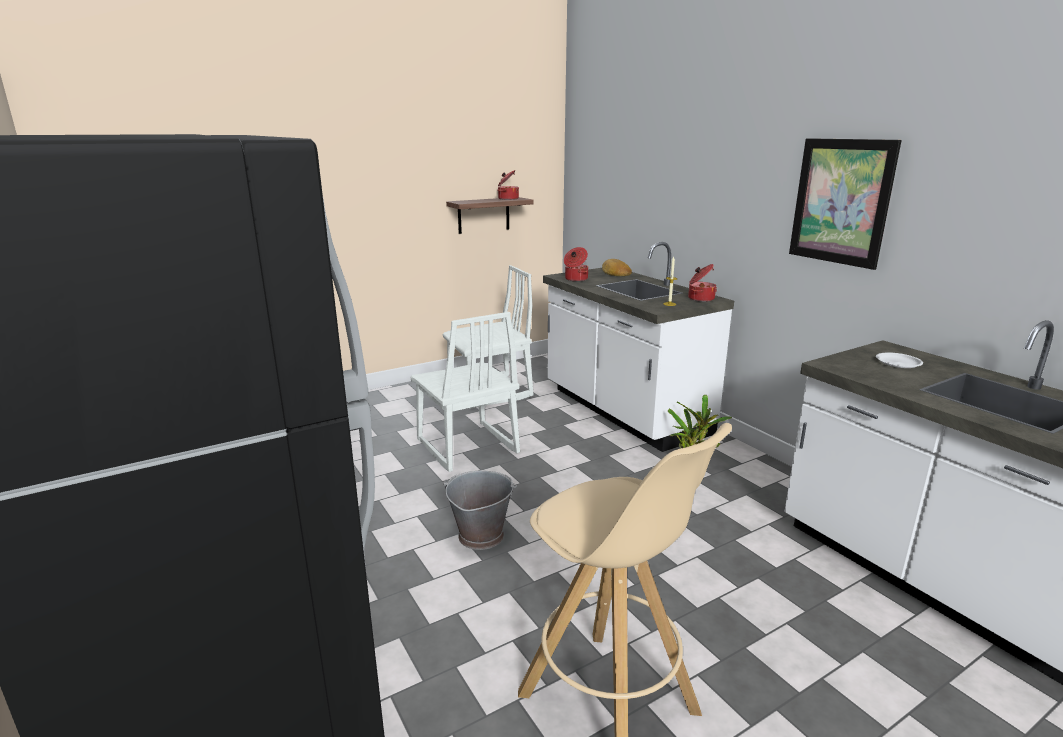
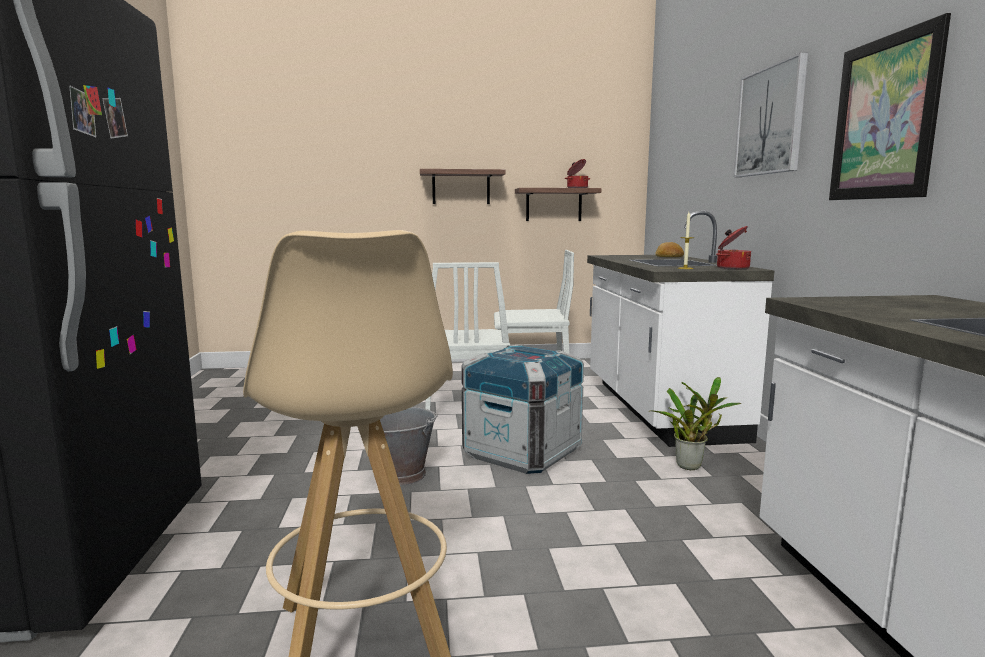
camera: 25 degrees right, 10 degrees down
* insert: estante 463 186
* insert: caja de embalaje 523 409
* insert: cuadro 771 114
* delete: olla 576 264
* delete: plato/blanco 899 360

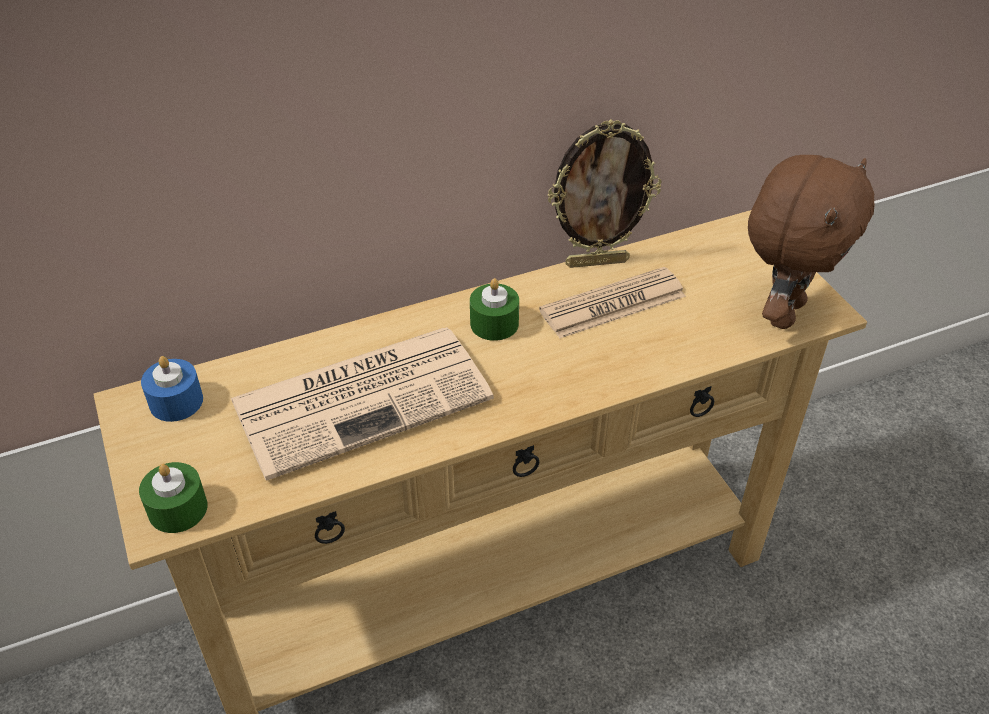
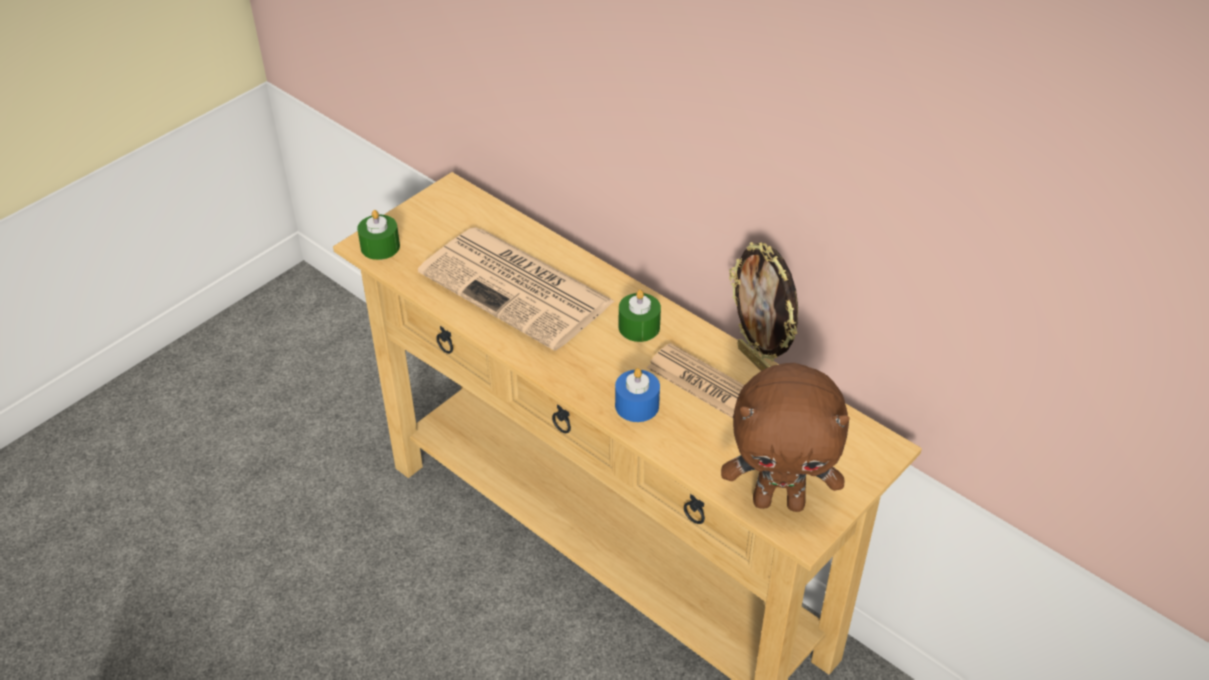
camera: 65 degrees right, 0 degrees up
* move: vela/azul 172 389 to 637 395

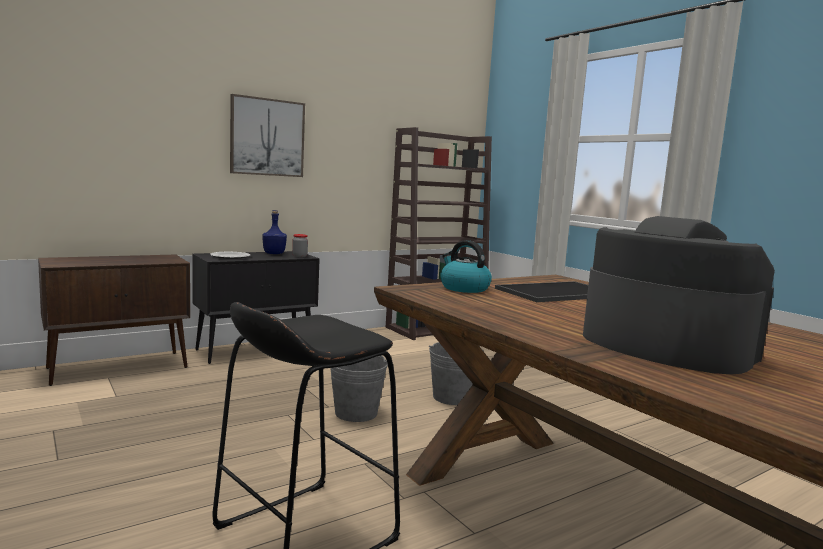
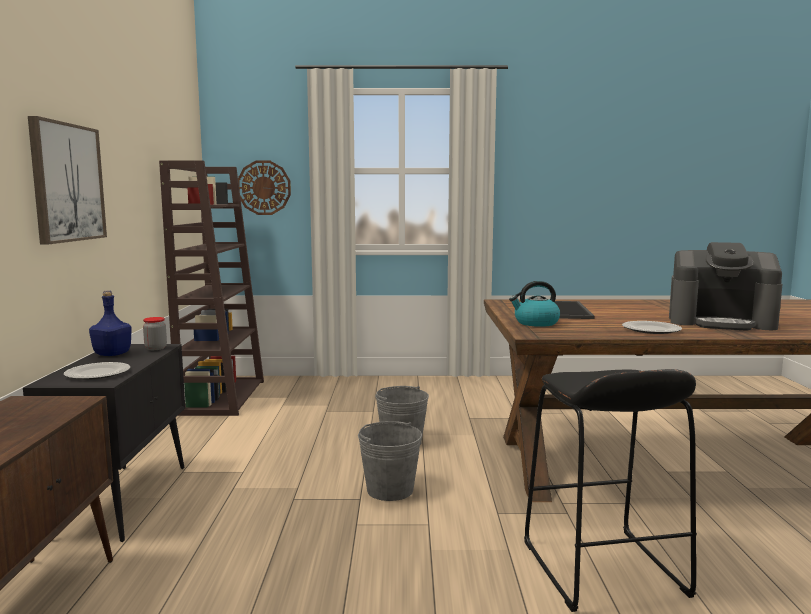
camera: 55 degrees left, 0 degrees up
* insert: reloj de pared 264 187
* insert: plato 652 327
* rotate: cafetera 679 295 = 726 286 150 degrees counterclockwise

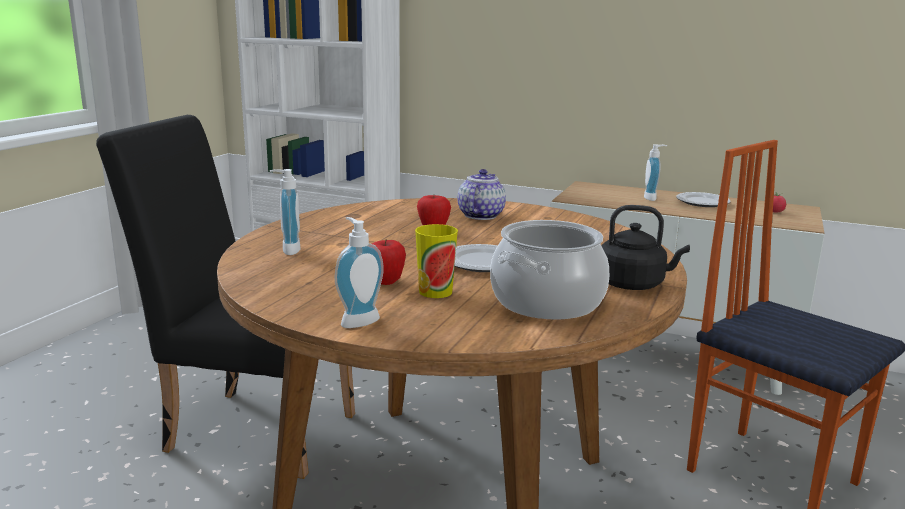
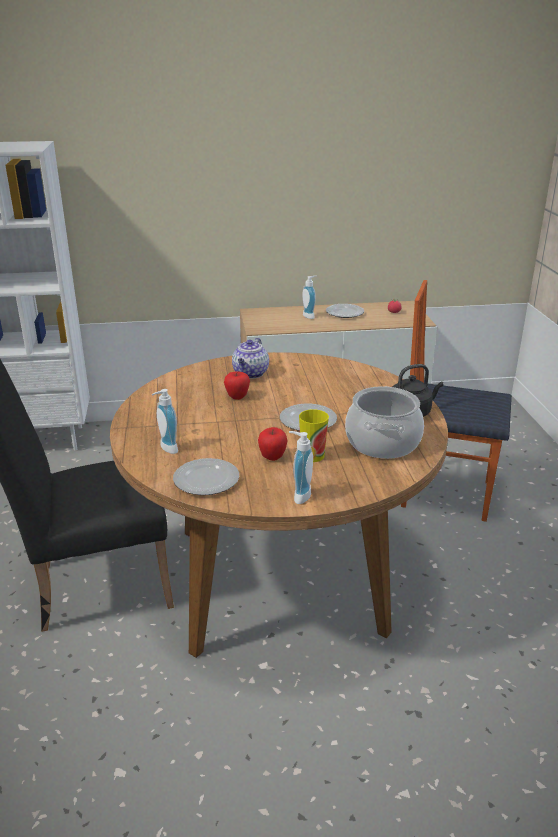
camera: 30 degrees left, 10 degrees up
* insert: plato 206 476
* rotate: tetera 481 194 = 250 358 150 degrees counterclockwise

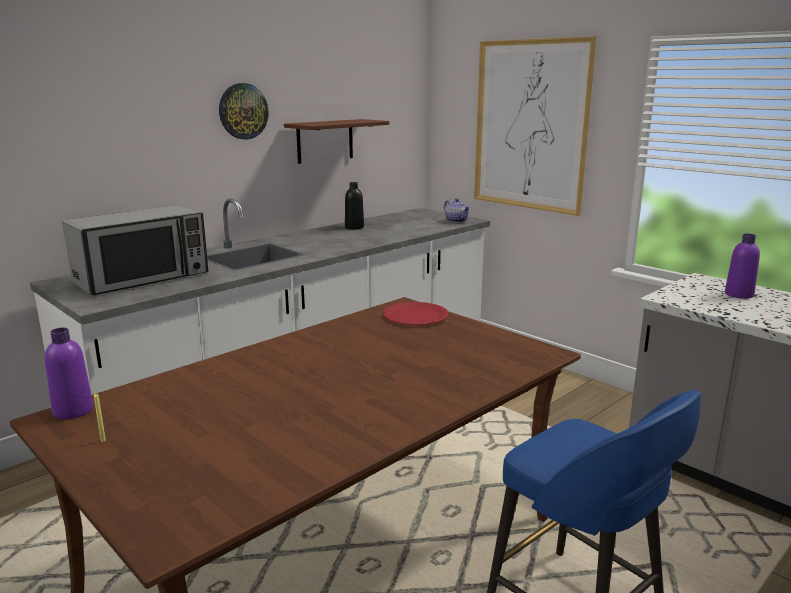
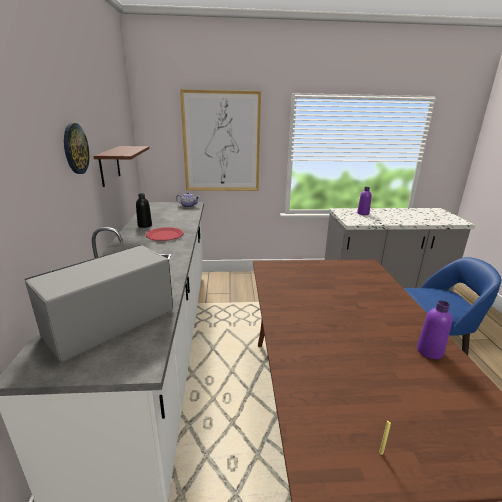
camera: 50 degrees left, 5 degrees up
* rotate: microondas 135 250 = 99 303 135 degrees counterclockwise
* move: plato/rojo 416 313 to 165 234
* move: botella/morado 69 373 to 434 329

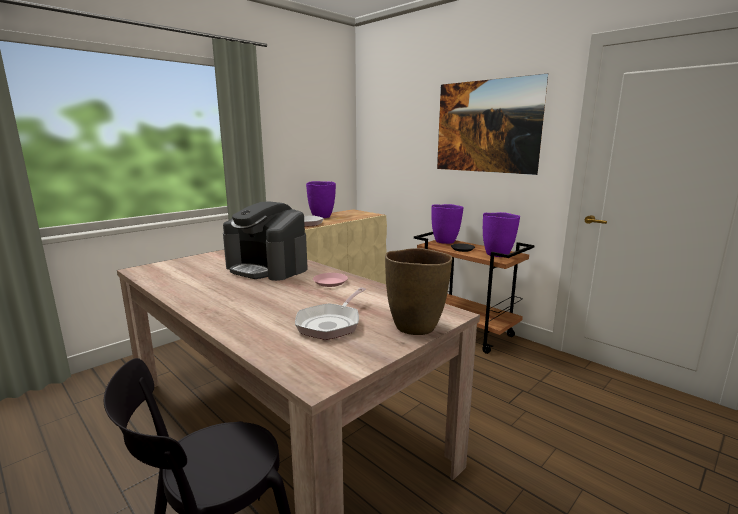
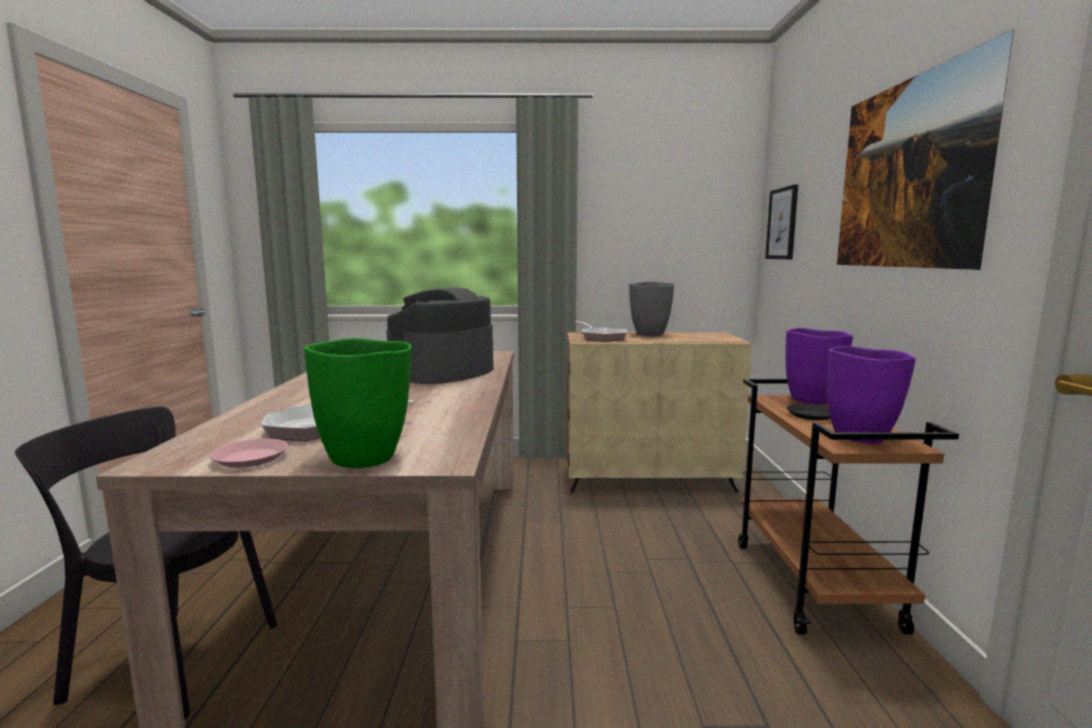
camera: 45 degrees right, 5 degrees down
* move: plato/rosa 330 280 to 248 453
* recolor: florero/marrón 418 291 to florero/verde 358 403
* rotate: cafetera 265 241 = 440 335 45 degrees clockwise
* recolor: florero/morado 321 199 to florero/gris 651 309
* insert: cuadro 781 221

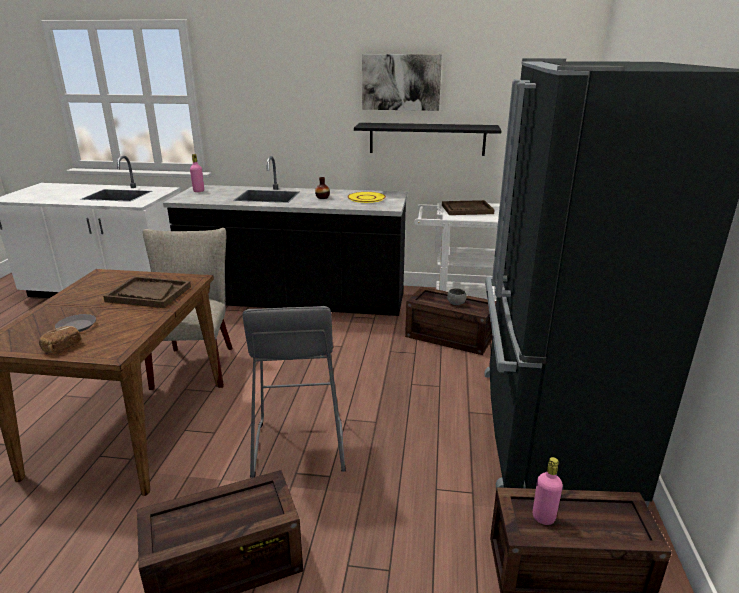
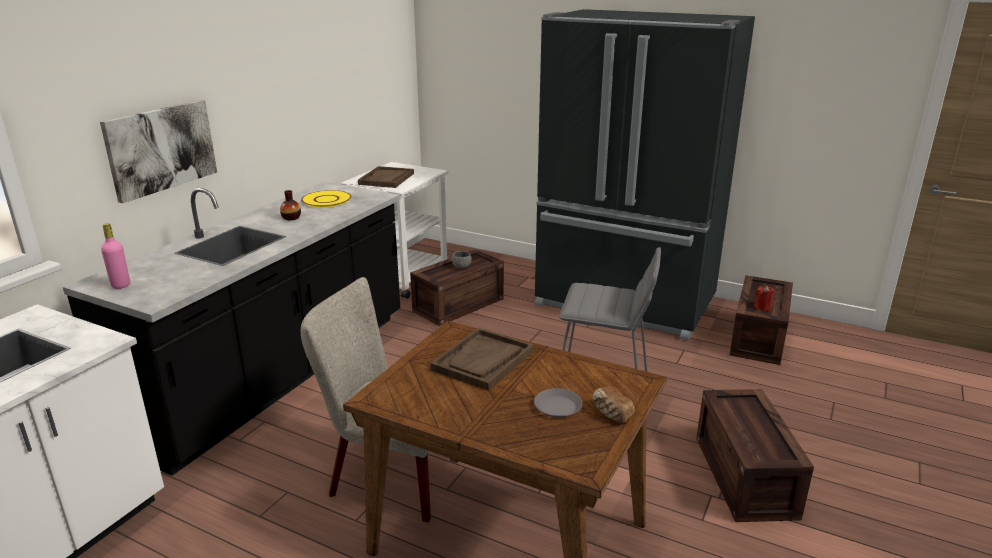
camera: 70 degrees left, 0 degrees up
* move: cuadro 402 82 to 158 151
* replace: botella/rosa 548 491 to vela/rojo 764 298
* delete: estante/negro 428 139

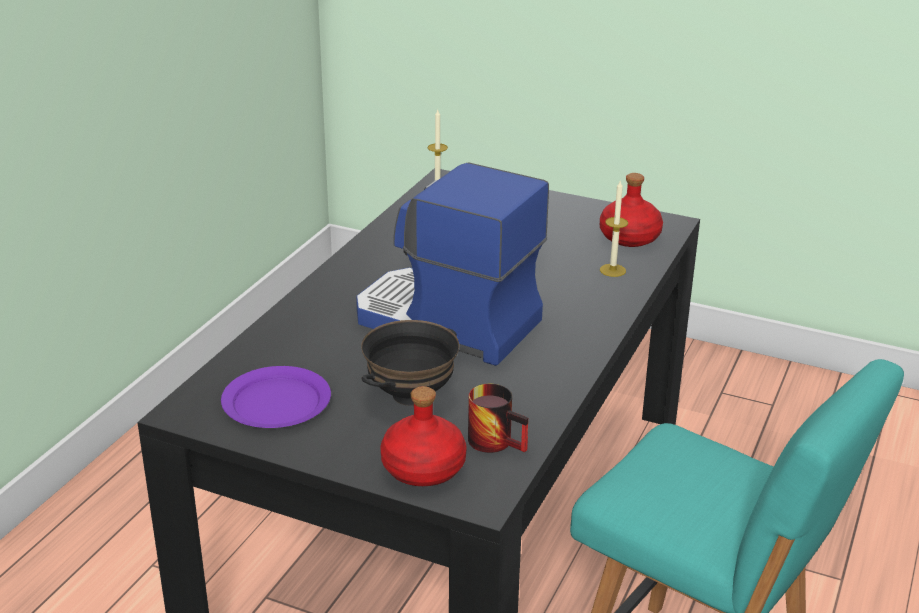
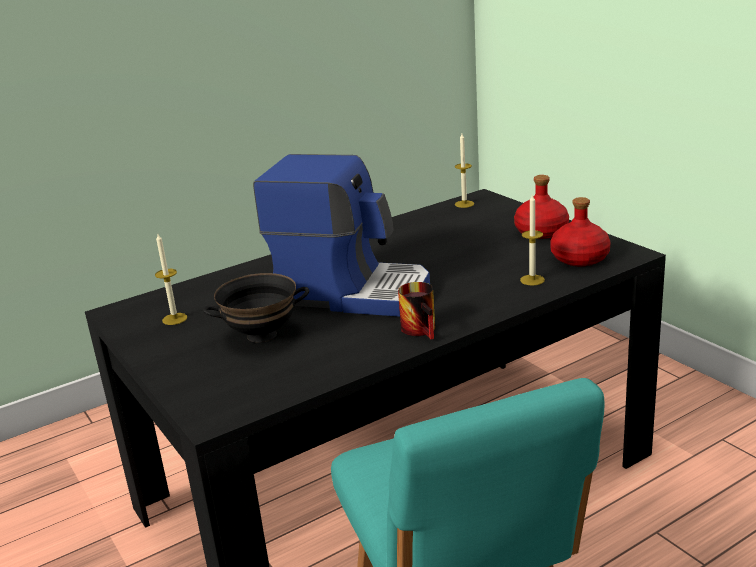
camera: 35 degrees right, 5 degrees down
* replace: plato/morado 276 397 to vela 171 279
* rotate: cafetera 452 264 = 341 235 135 degrees clockwise
* move: taza grande 498 418 to 416 310
* move: botella/rojo 423 436 to 541 207

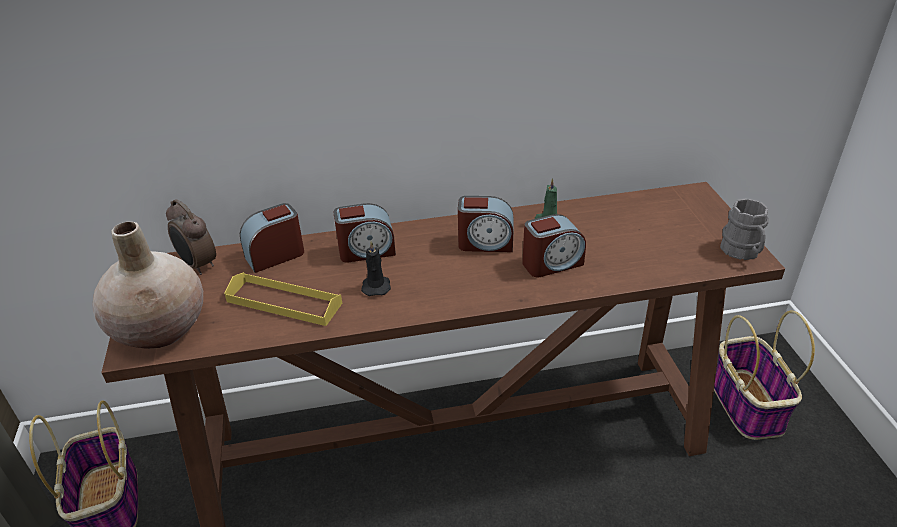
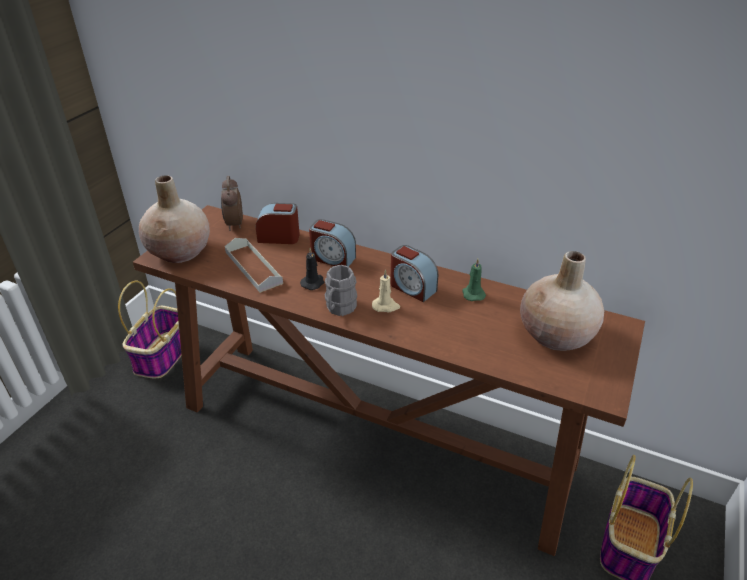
camera: 35 degrees right, 0 degrees up
* recolor: bandeja/amarillo 283 299 to bandeja/gris 254 265
* move: taza grande/gris 744 229 to 341 290
* insert: vela/beis 386 290
* insert: florero/beis 562 301
* delete: despertador 554 245

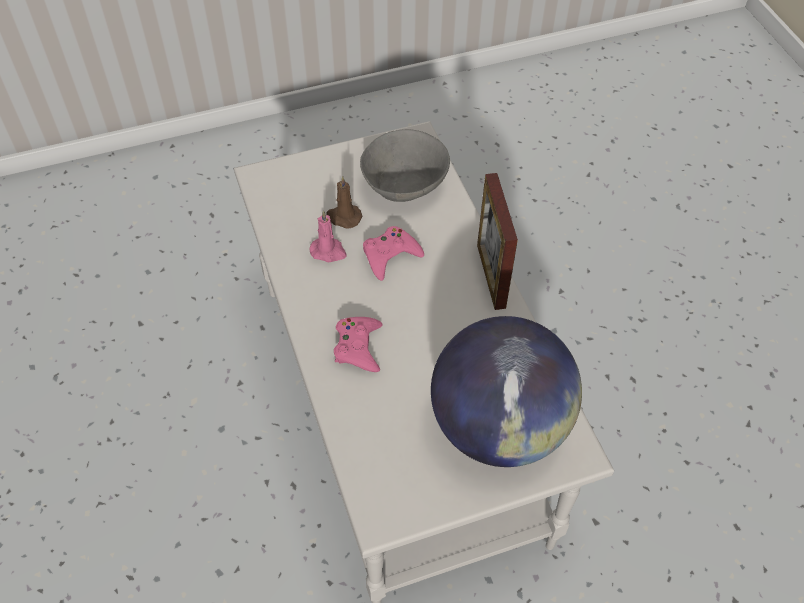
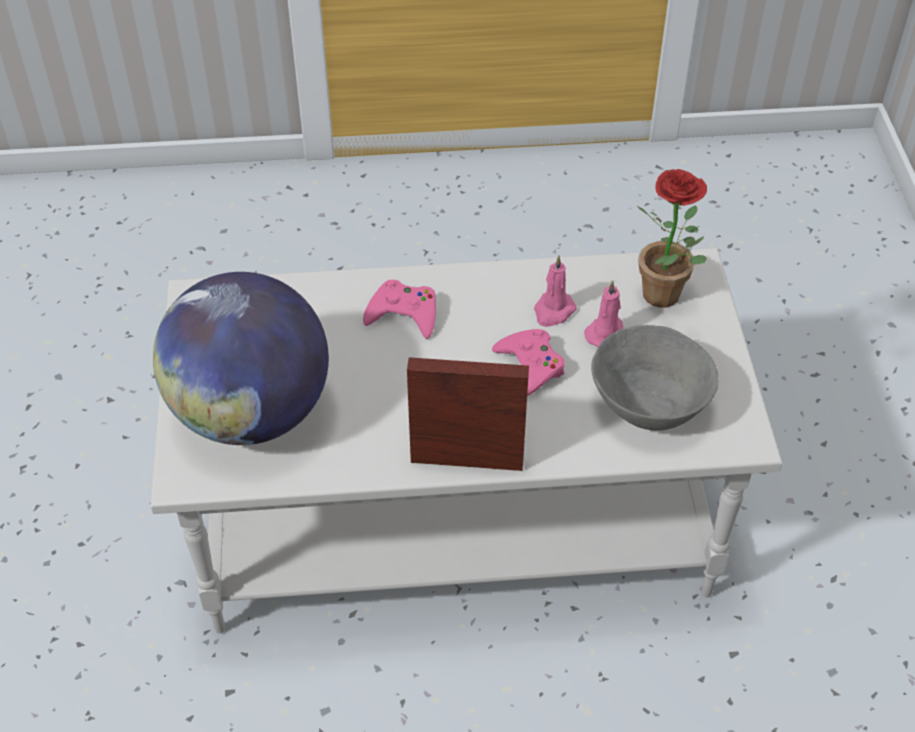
camera: 105 degrees right, 5 degrees down
* recolor: vela/marrón 344 202 to vela/rosa 604 313
* insert: planta en maceta 672 238

